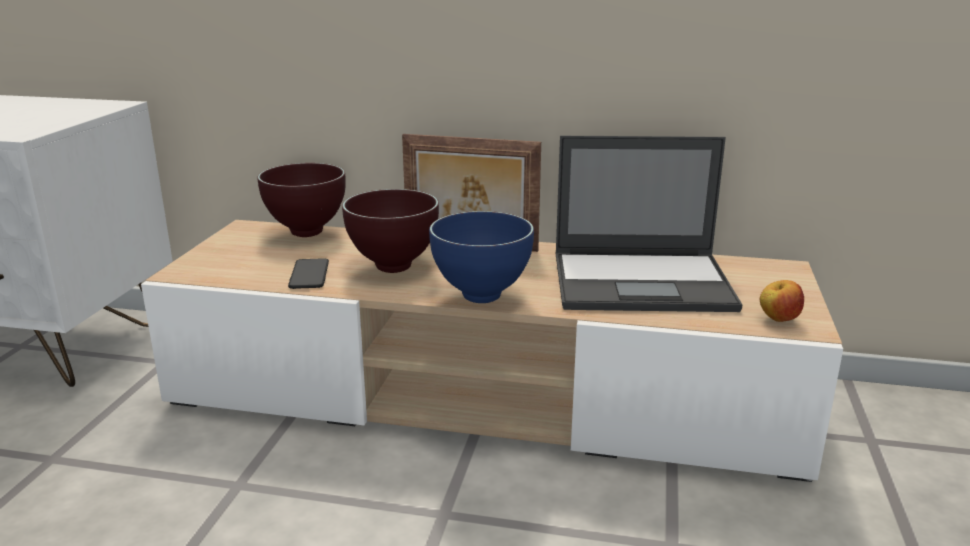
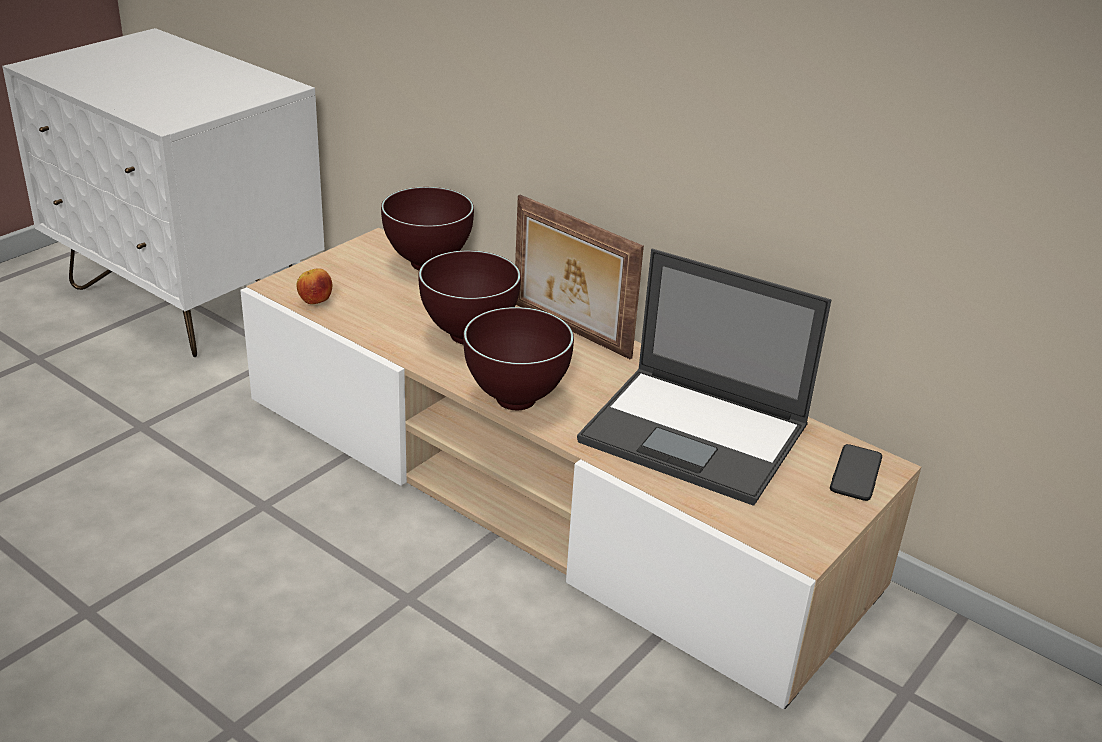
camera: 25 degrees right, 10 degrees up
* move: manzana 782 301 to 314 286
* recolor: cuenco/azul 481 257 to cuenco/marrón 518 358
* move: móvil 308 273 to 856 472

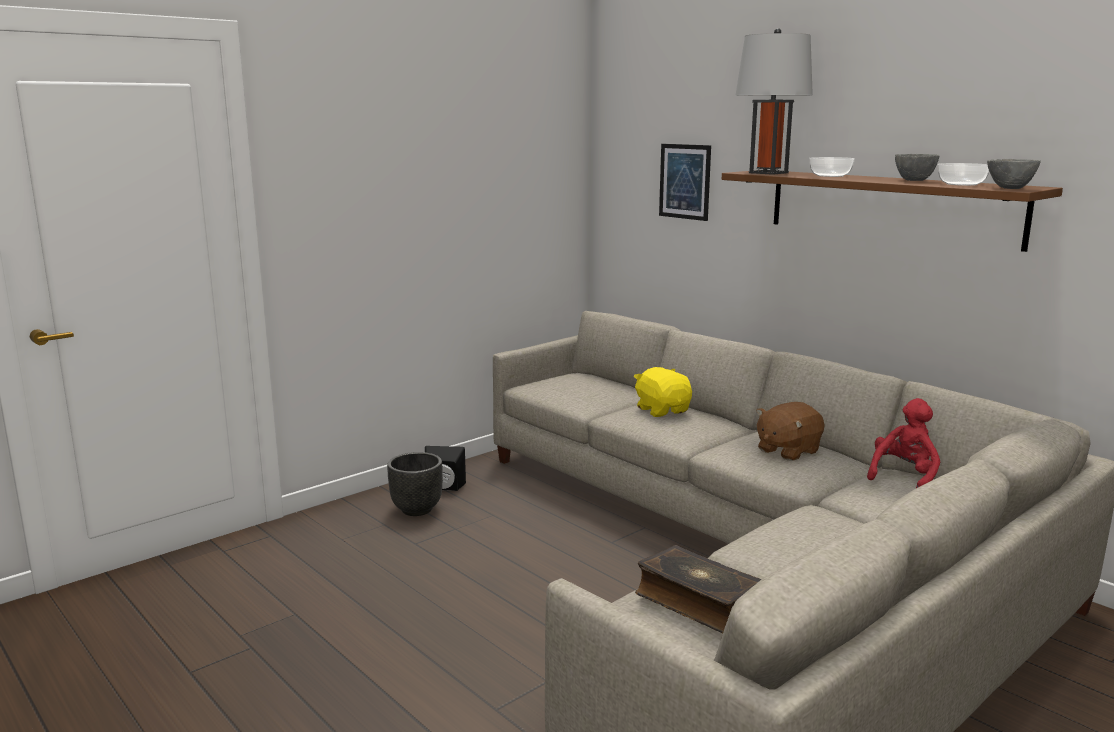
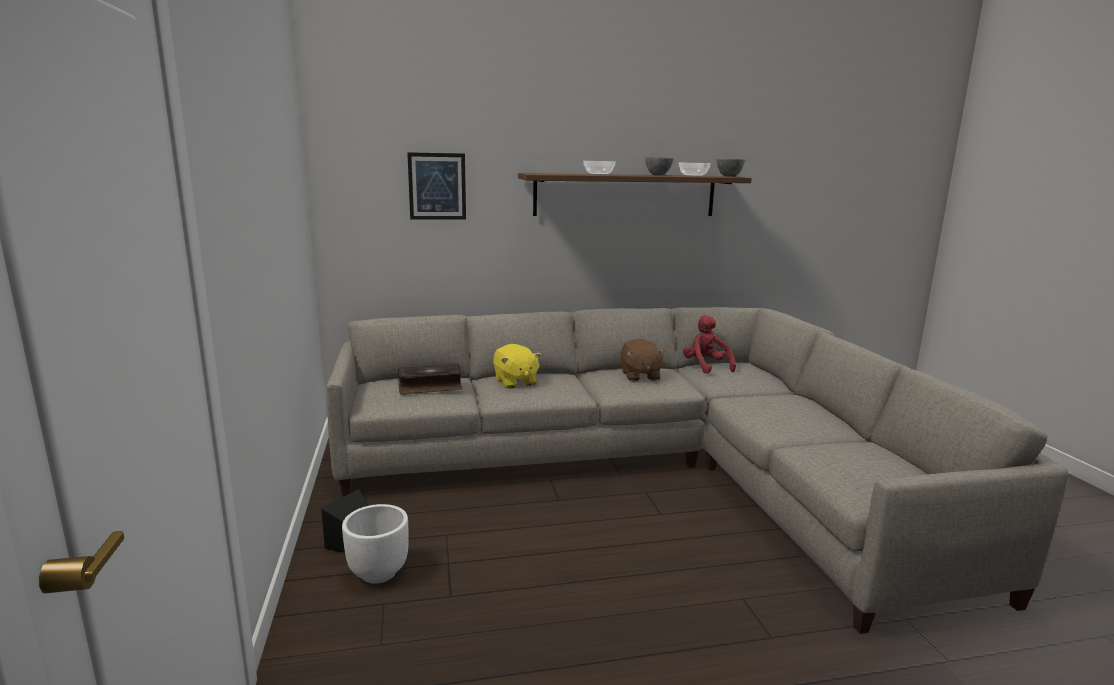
camera: 60 degrees left, 0 degrees up
* recolor: maceta/negro 415 484 to maceta/blanco 375 544
* move: libro 698 589 to 430 379
* rotate: peluche/amarillo 663 392 = 517 366 120 degrees counterclockwise
* delete: lámpara de mesa/gris 774 101

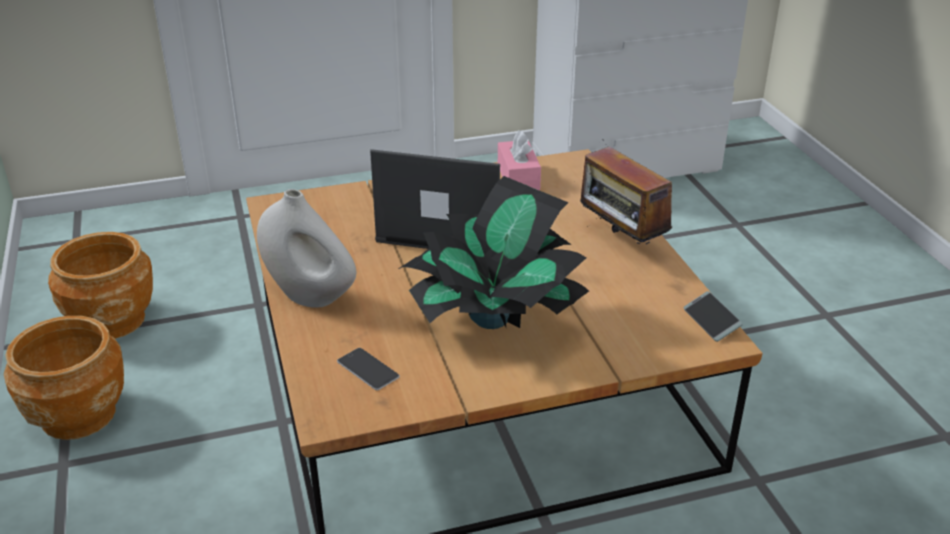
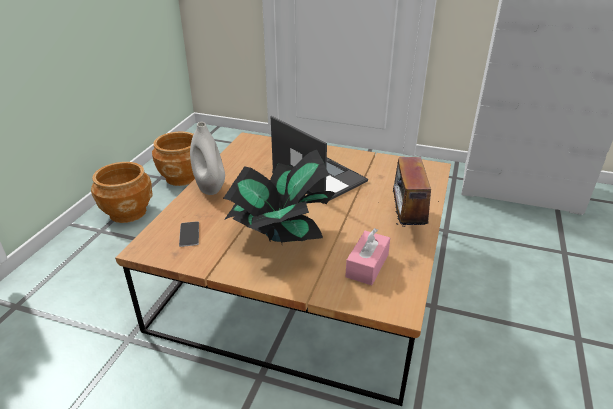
camera: 35 degrees right, 0 degrees up
* move: caja de pañuelos/rosa 519 160 to 367 256
* delete: móvil 713 316

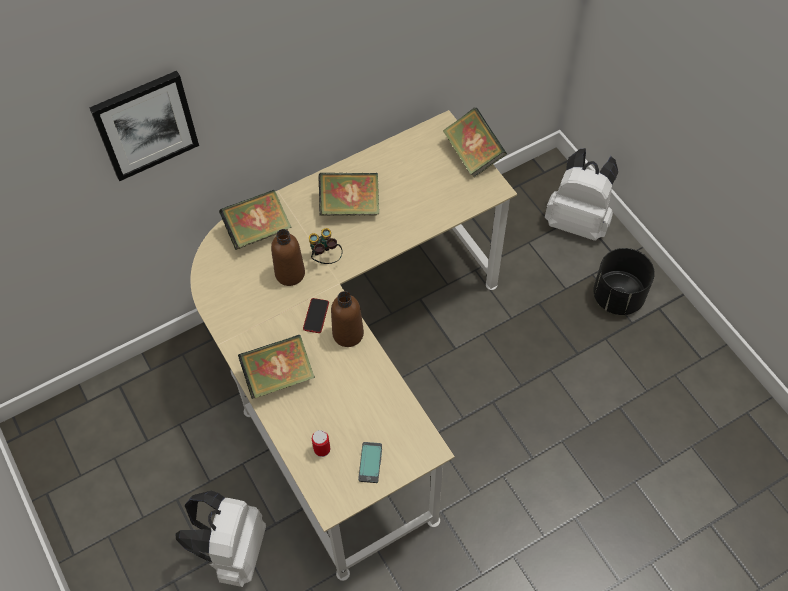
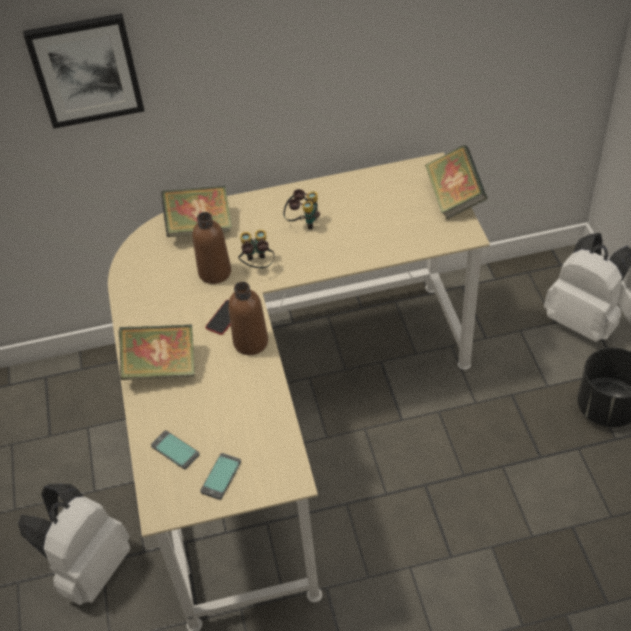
camera: 20 degrees right, 10 degrees down
* replace: lata 321 443 to móvil 175 449
* replace: libro 349 194 to prismáticos 301 209

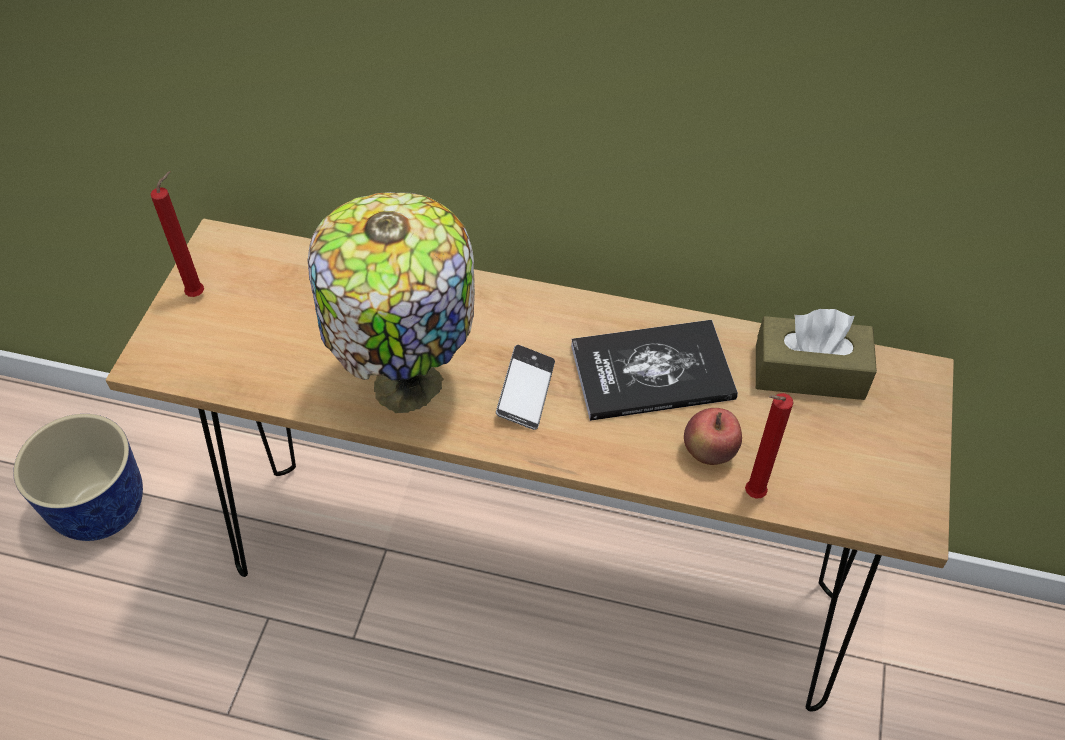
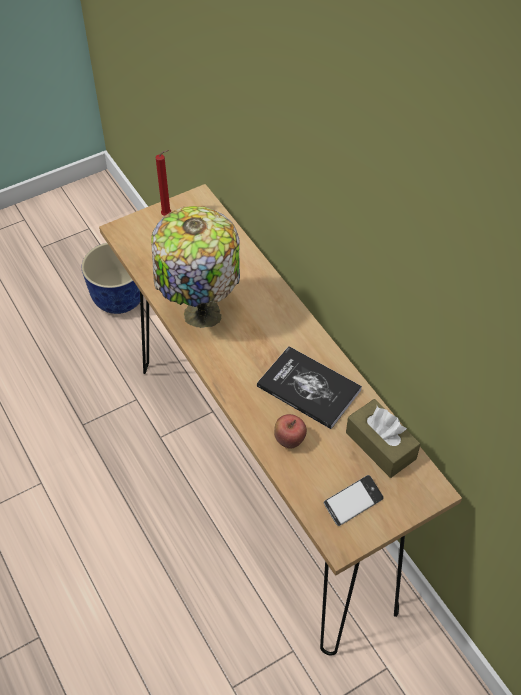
camera: 45 degrees right, 0 degrees up
* move: móvil 525 387 to 354 500
* delete: vela/rojo 769 446

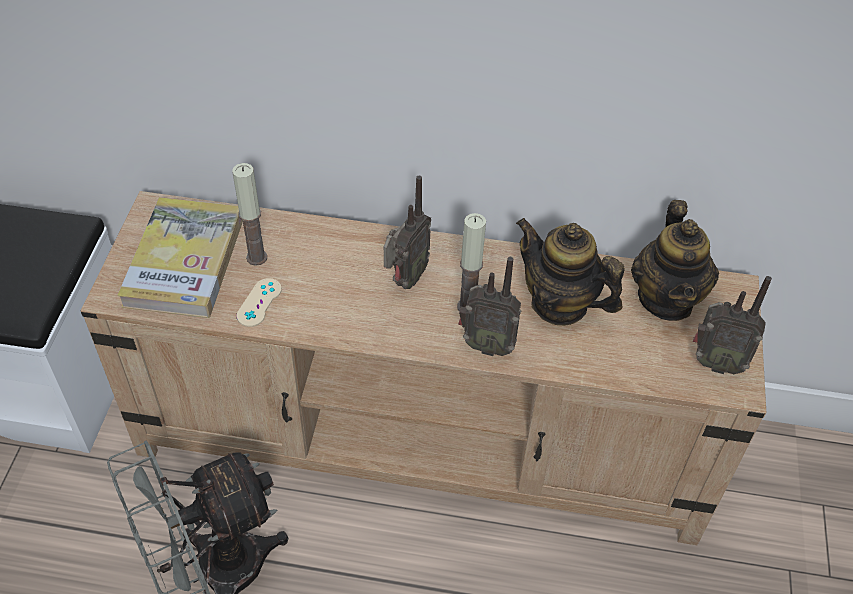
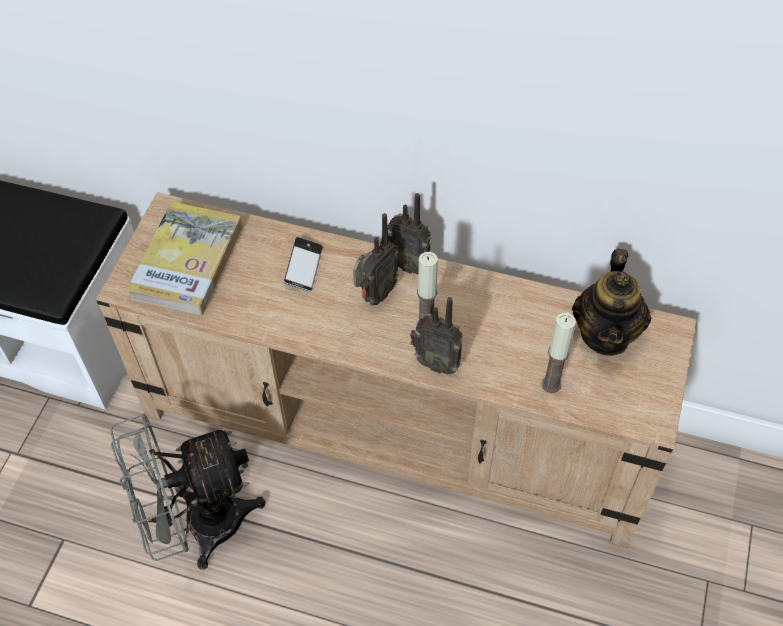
camera: 10 degrees right, 5 degrees up
* insert: móvil 303 264
* move: radio 732 325 to 409 233
* move: vela 249 214 to 558 353
* delete: mando de consola/beis 259 302
* delete: tetera 570 272

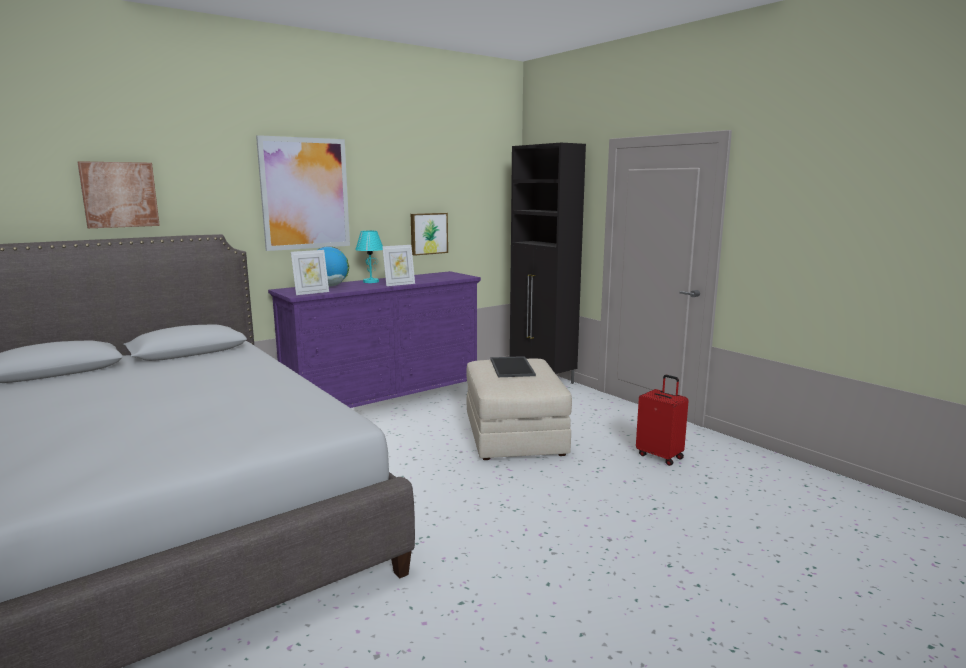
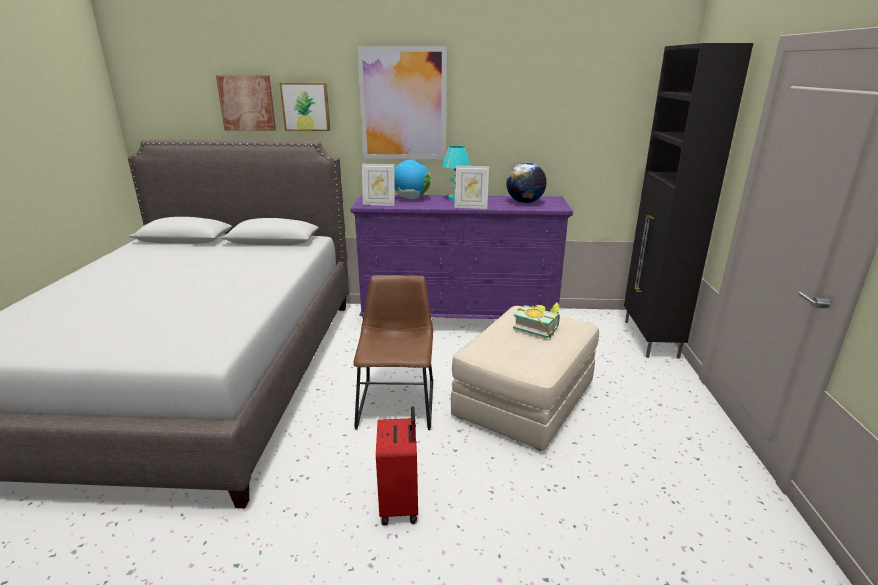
camera: 40 degrees right, 10 degrees up
* move: cuadro 429 234 to 305 107
* insert: silla/marrón 393 352
* move: maleta/rojo 662 420 to 397 465
* insert: globo terráqueo 526 183
* replace: bandeja 513 366 to libro 536 320

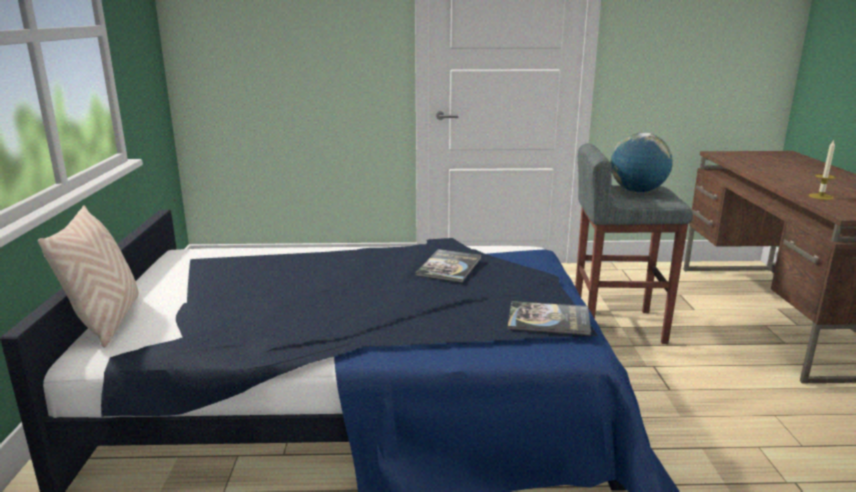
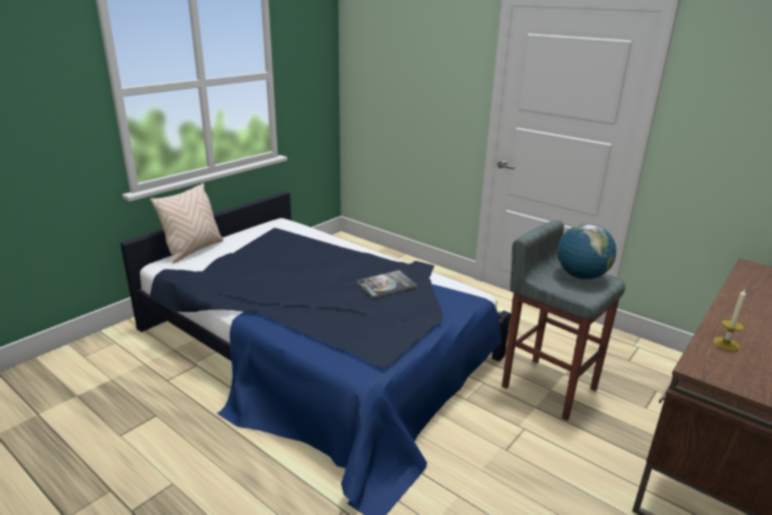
camera: 40 degrees right, 5 degrees up
* delete: libro 549 318

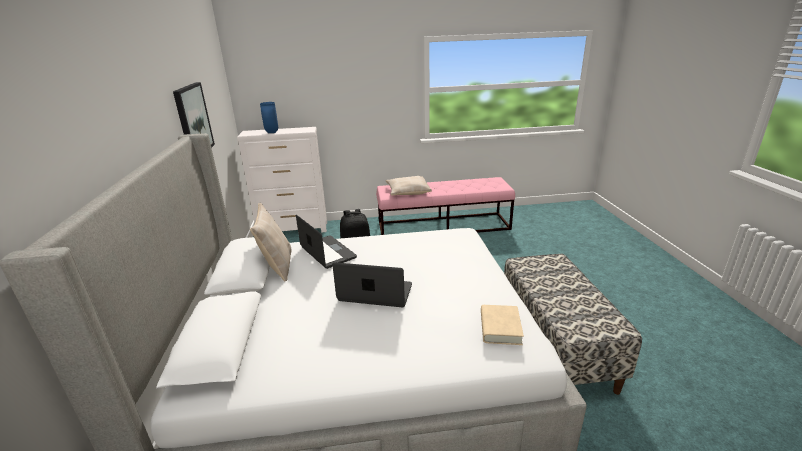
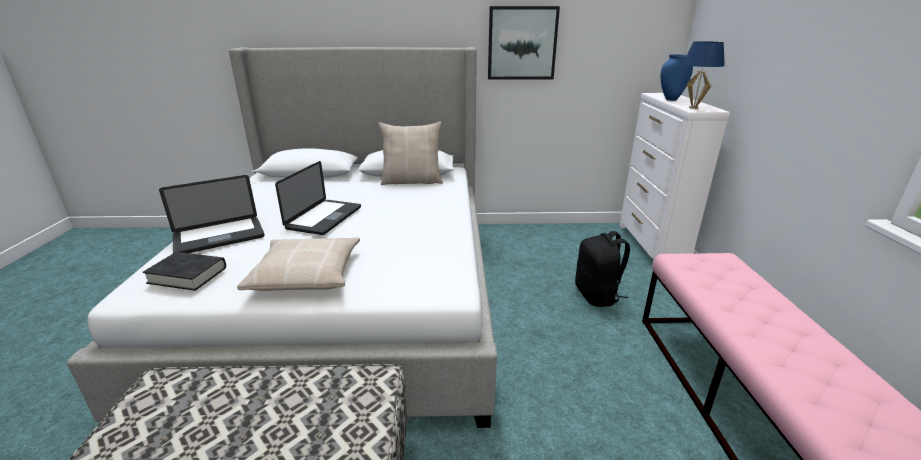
camera: 95 degrees right, 0 degrees up
* recolor: libro/beis 502 325 to libro/negro 184 271
* move: portátil 326 242 to 211 214
* move: cojín/beis 409 185 to 298 264
* insert: lámpara de mesa/azul 704 75

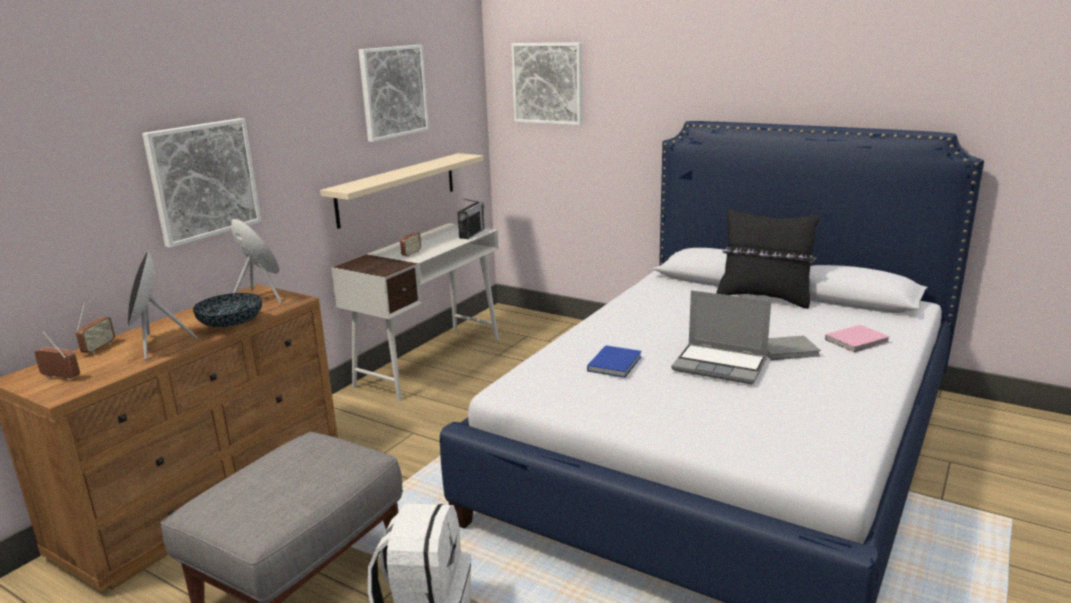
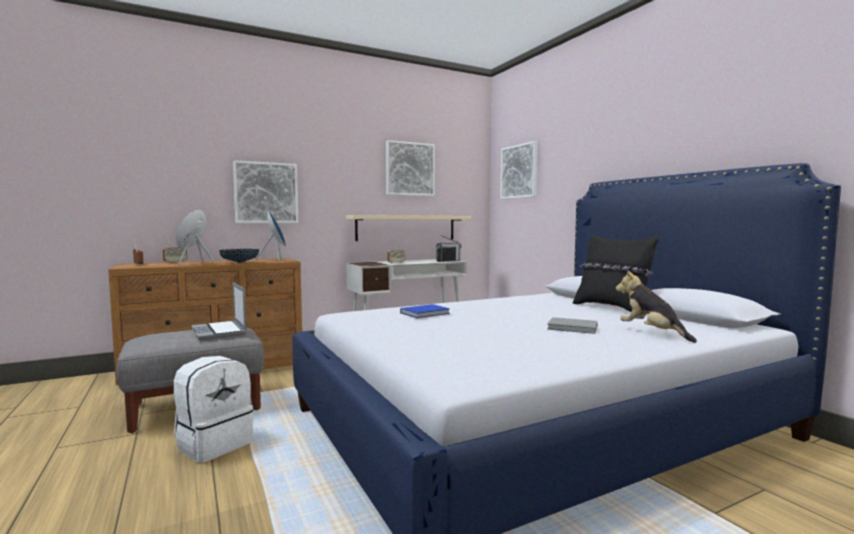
camera: 30 degrees right, 15 degrees down
* move: portátil 721 337 to 219 311
* replace: libro/rosa 857 338 to peluche 656 306

